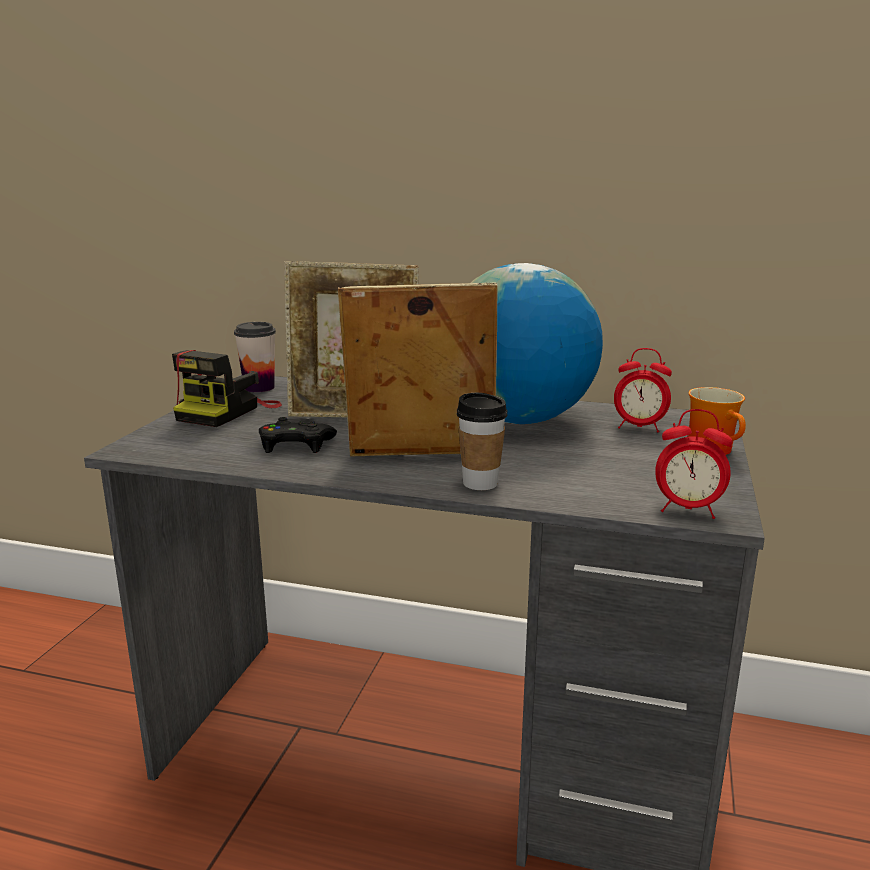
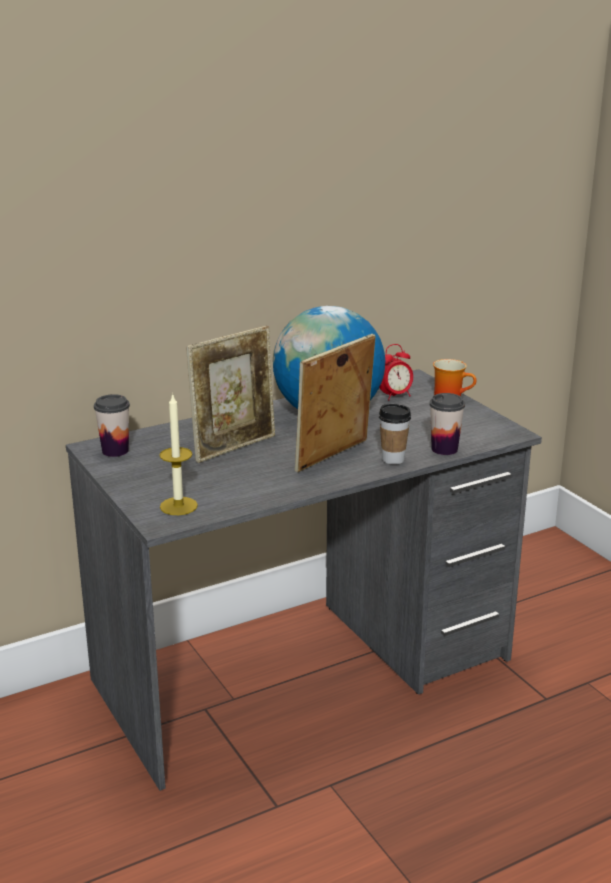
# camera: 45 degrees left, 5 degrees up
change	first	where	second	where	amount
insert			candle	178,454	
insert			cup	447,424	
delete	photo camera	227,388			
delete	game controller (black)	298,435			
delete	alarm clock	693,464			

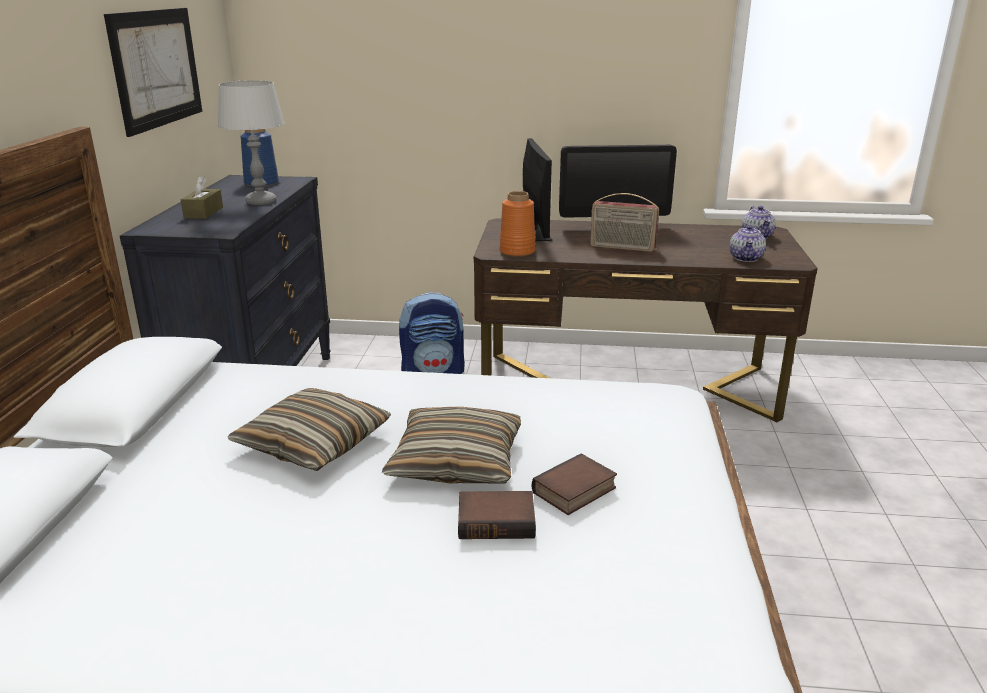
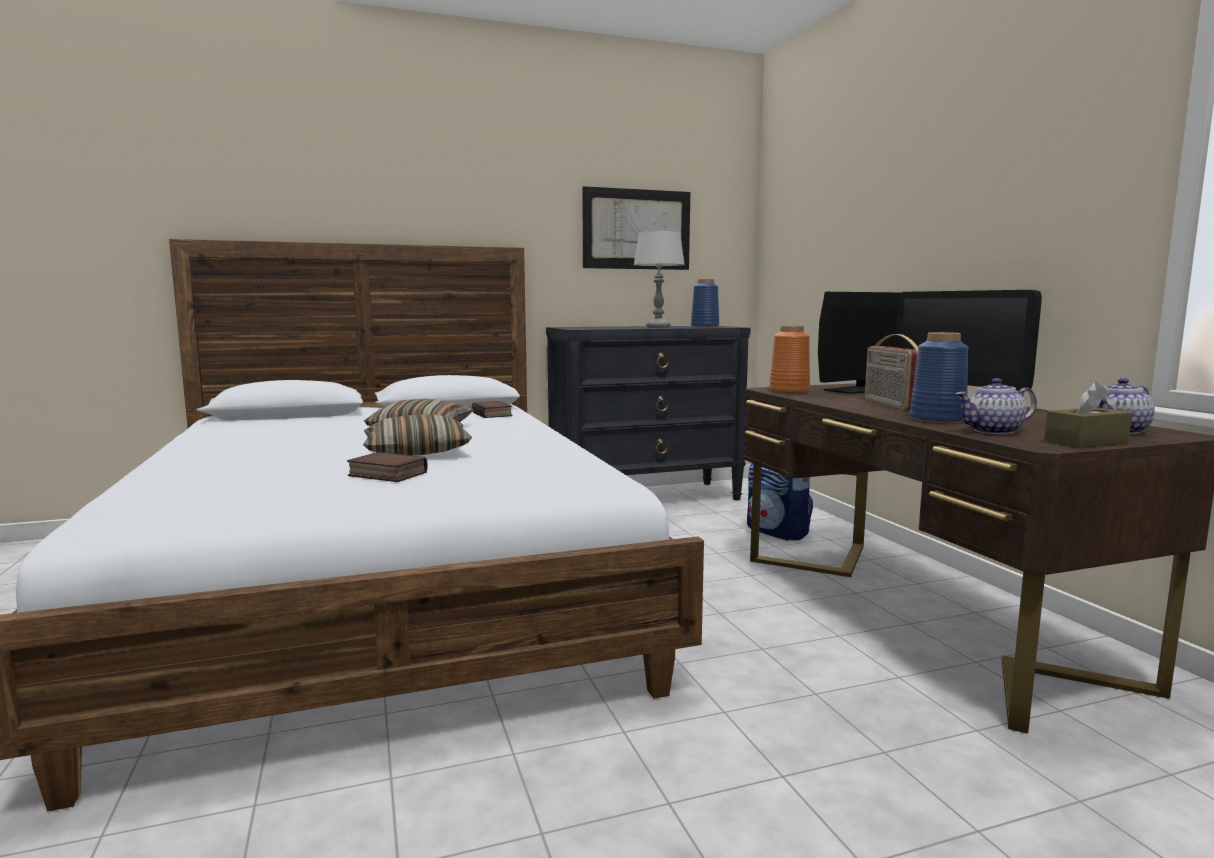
# camera: 65 degrees right, 15 degrees down
change	first	where	second	where	amount
move	book	497,515		492,409	
insert			vase (blue)	938,377	
move	tissue box (brown)	202,197		1088,415	

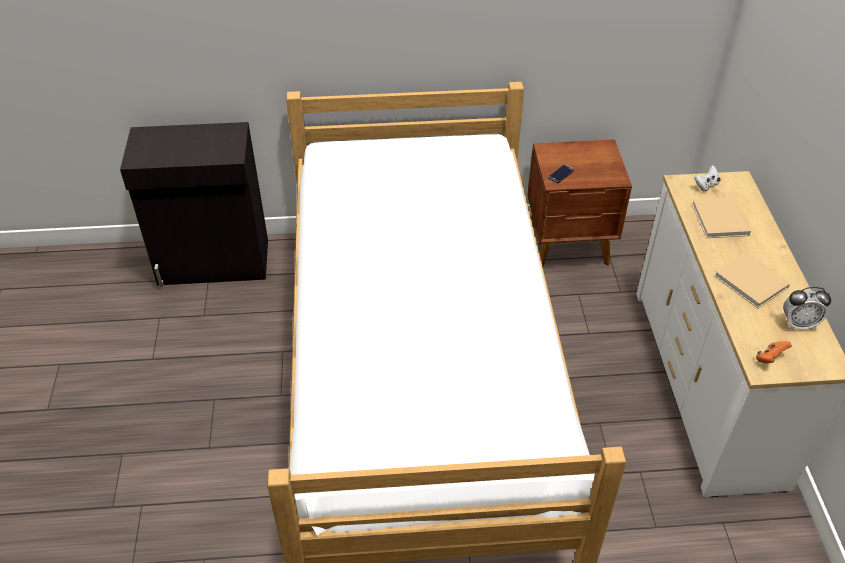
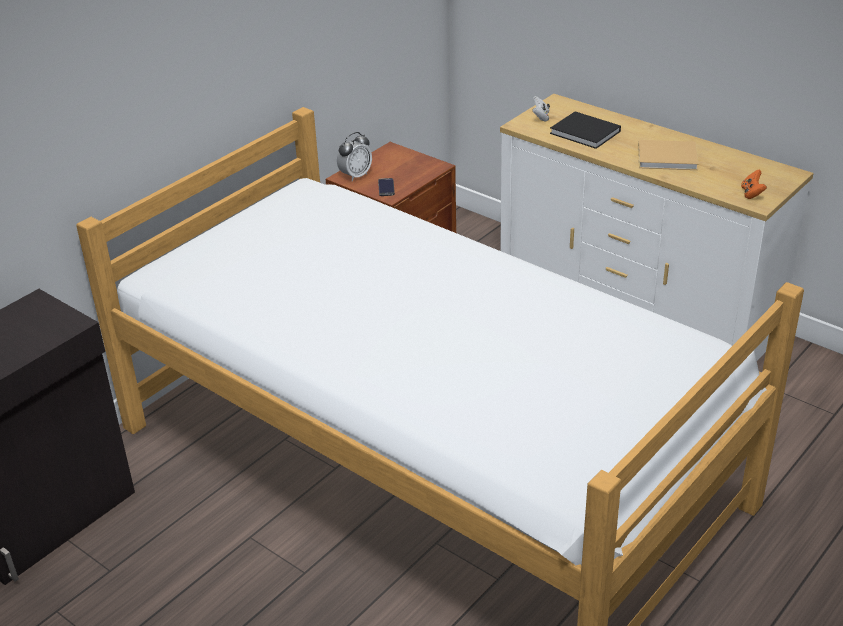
# camera: 45 degrees left, 10 degrees down
change	first	where	second	where	amount
move	alarm clock	807,308		354,156	
recolor	book (beige)	721,217	book (black)	585,130	

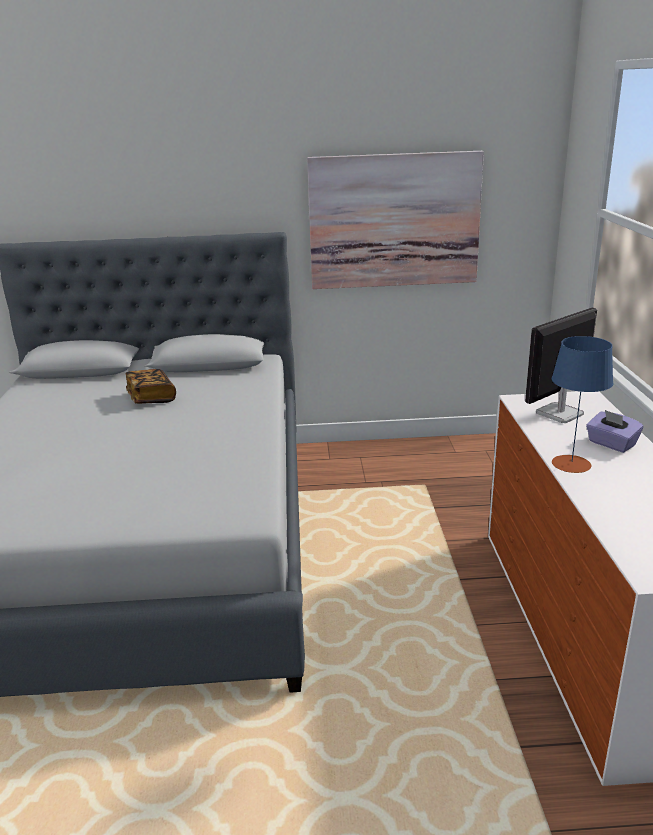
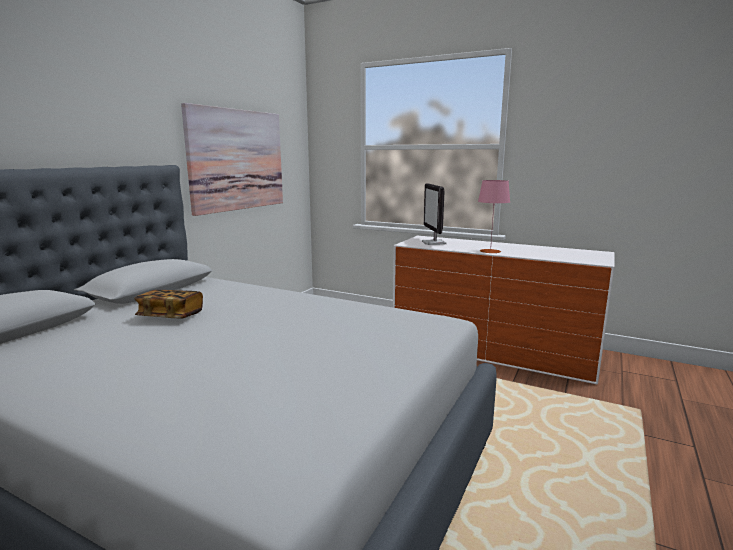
# camera: 60 degrees left, 10 degrees down
change	first	where	second	where	amount
recolor	table lamp (blue)	582,404	table lamp (pink)	494,216	
delete	tissue box (purple)	614,431			

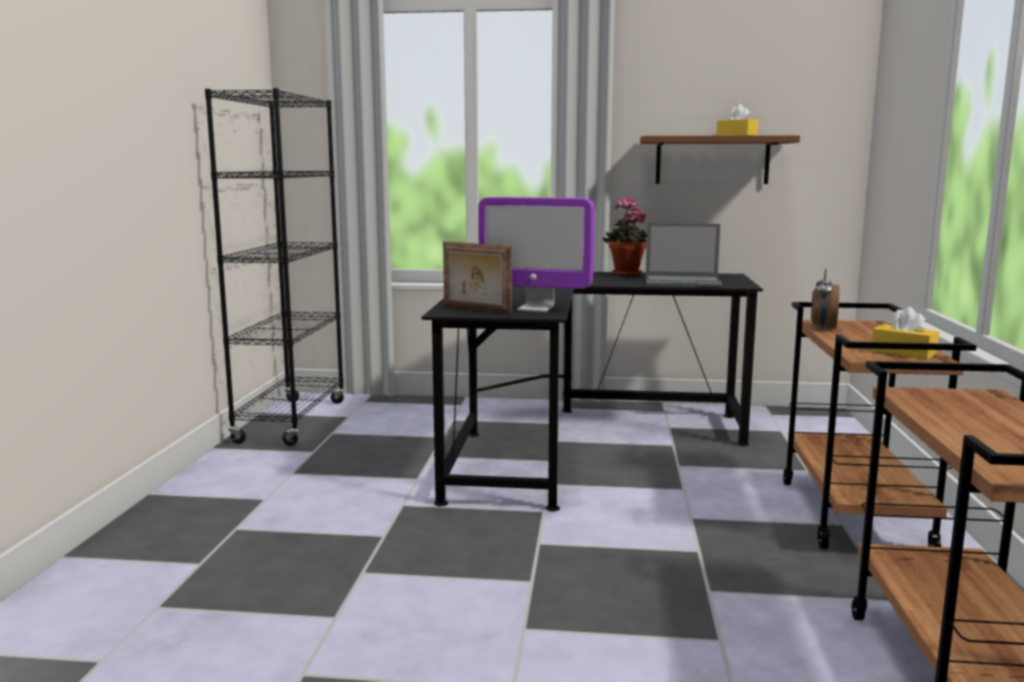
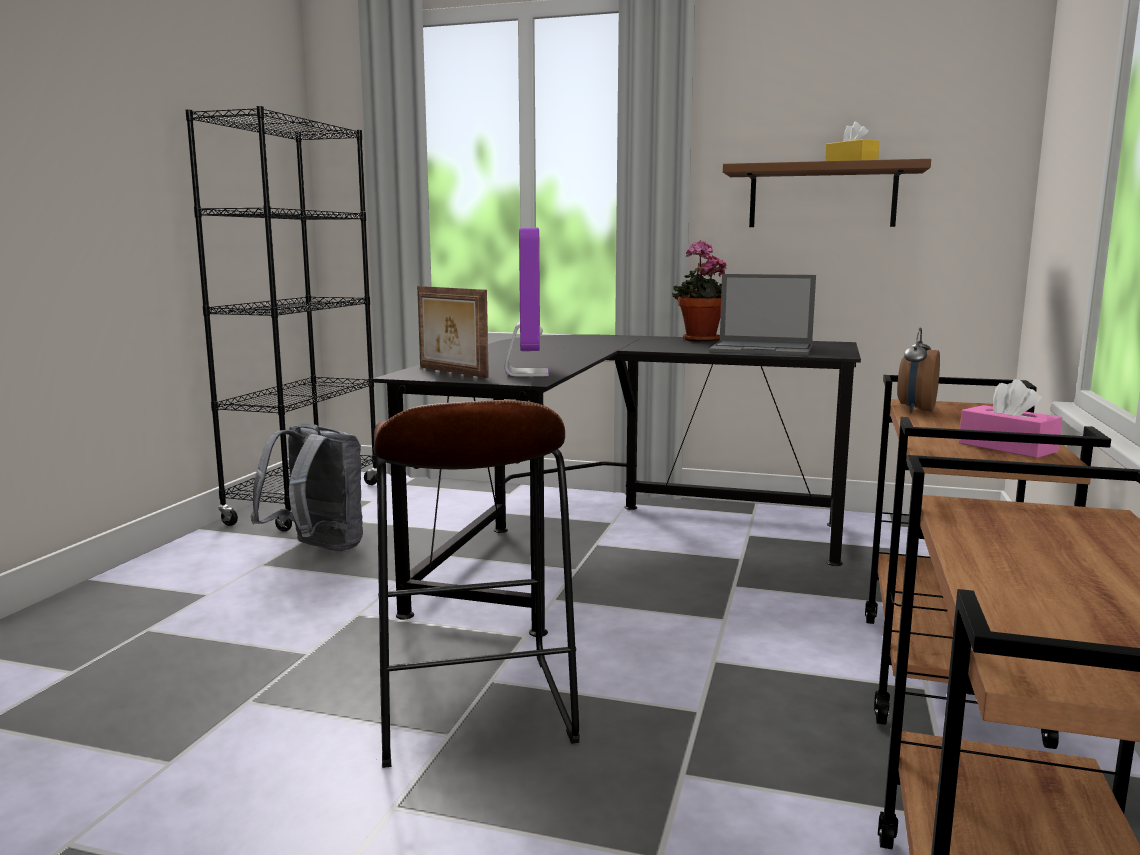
# camera: 10 degrees right, 0 degrees up
change	first	where	second	where	amount
insert			backpack (grey)	307,487	
insert			stool (brown)	477,584	
rotate	monitor	536,254		527,302	120 degrees counterclockwise
recolor	tissue box (yellow)	905,333	tissue box (pink)	1010,418	

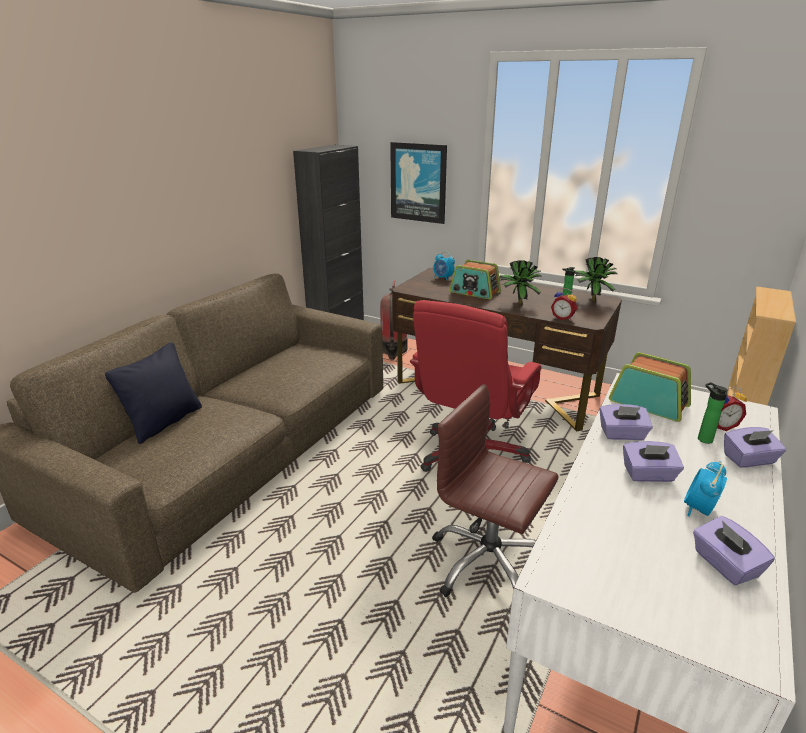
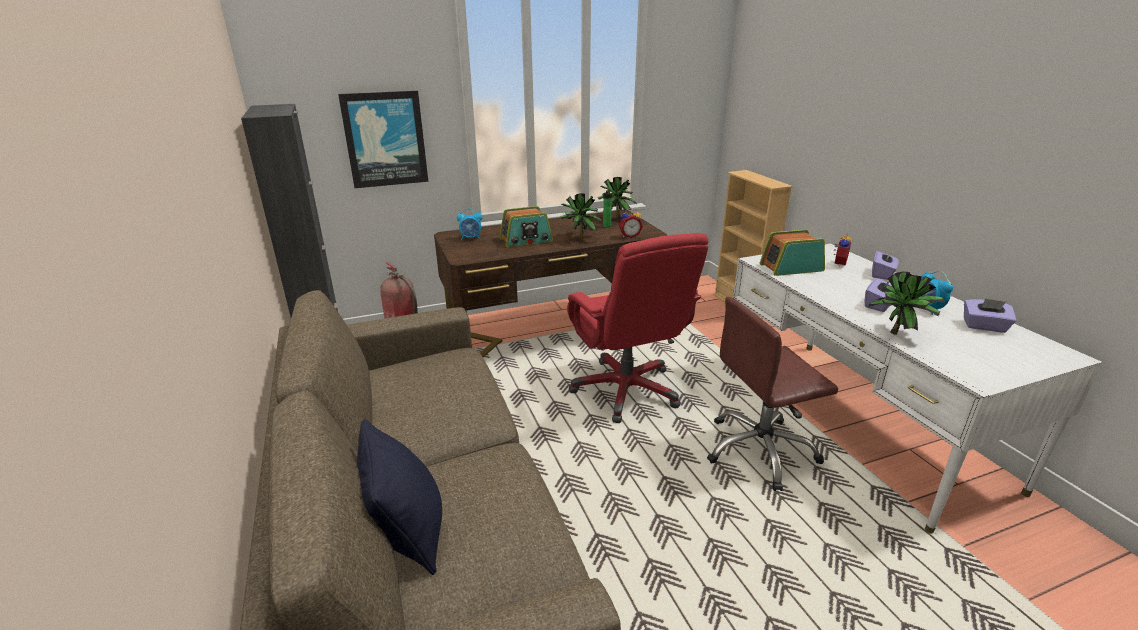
# camera: 50 degrees left, 0 degrees up
change	first	where	second	where	amount
insert			potted plant	906,303	
delete	tissue box (purple)	626,422			
delete	bottle	713,413			

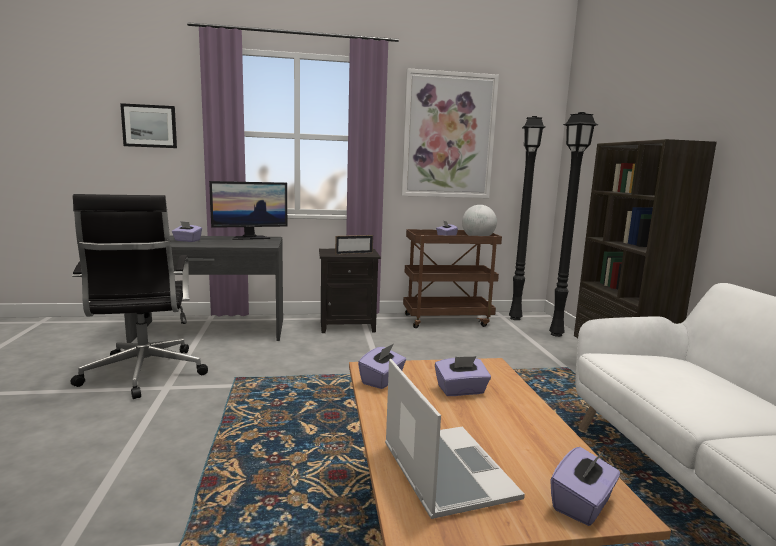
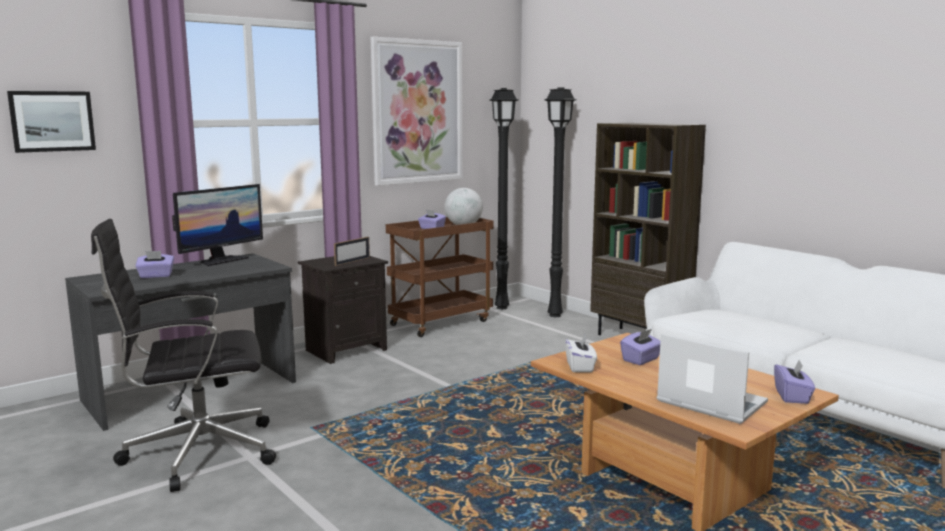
# camera: 30 degrees left, 0 degrees up
change	first	where	second	where	amount
rotate	office chair (black)	139,296		183,355	120 degrees clockwise
recolor	tissue box (purple)	382,366	tissue box (white)	581,353	

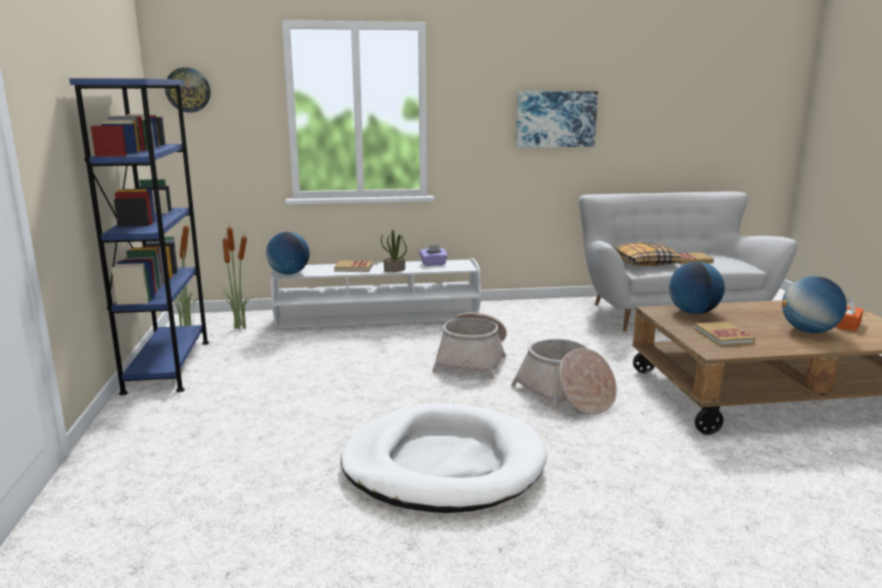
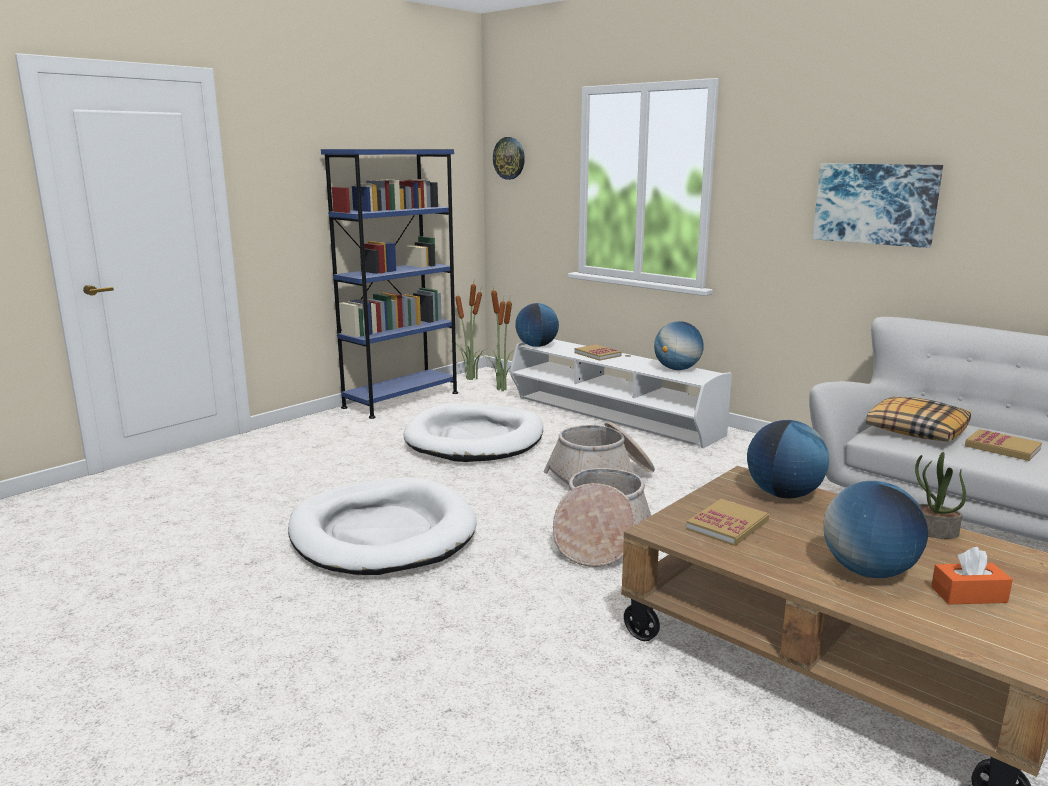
# camera: 50 degrees right, 0 degrees up
change	first	where	second	where	amount
insert			dog bed (white)	473,432	
replace	tissue box (purple)	434,255	globe	679,345	
move	potted plant	394,251		940,495	

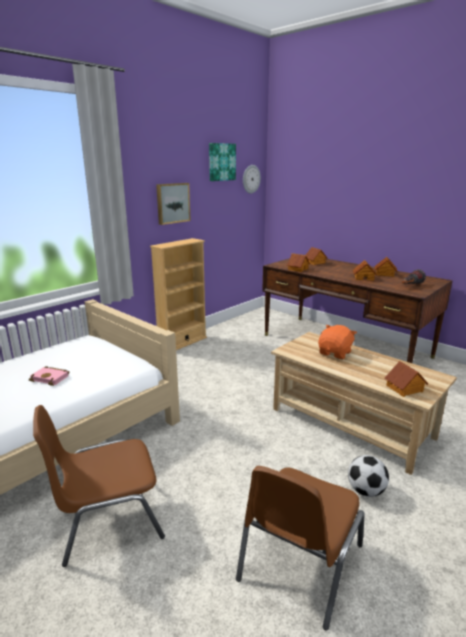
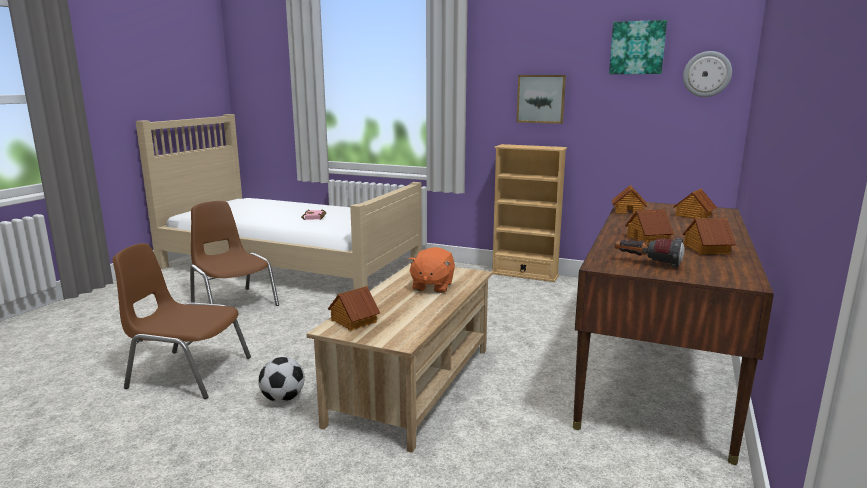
# camera: 70 degrees right, 5 degrees down
change	first	where	second	where	amount
rotate	plush toy (orange)	337,342		431,270	90 degrees clockwise

